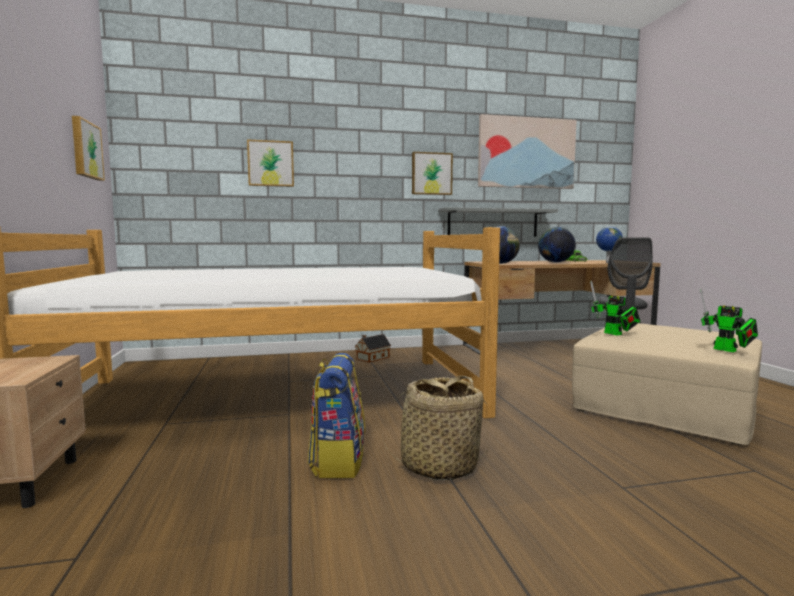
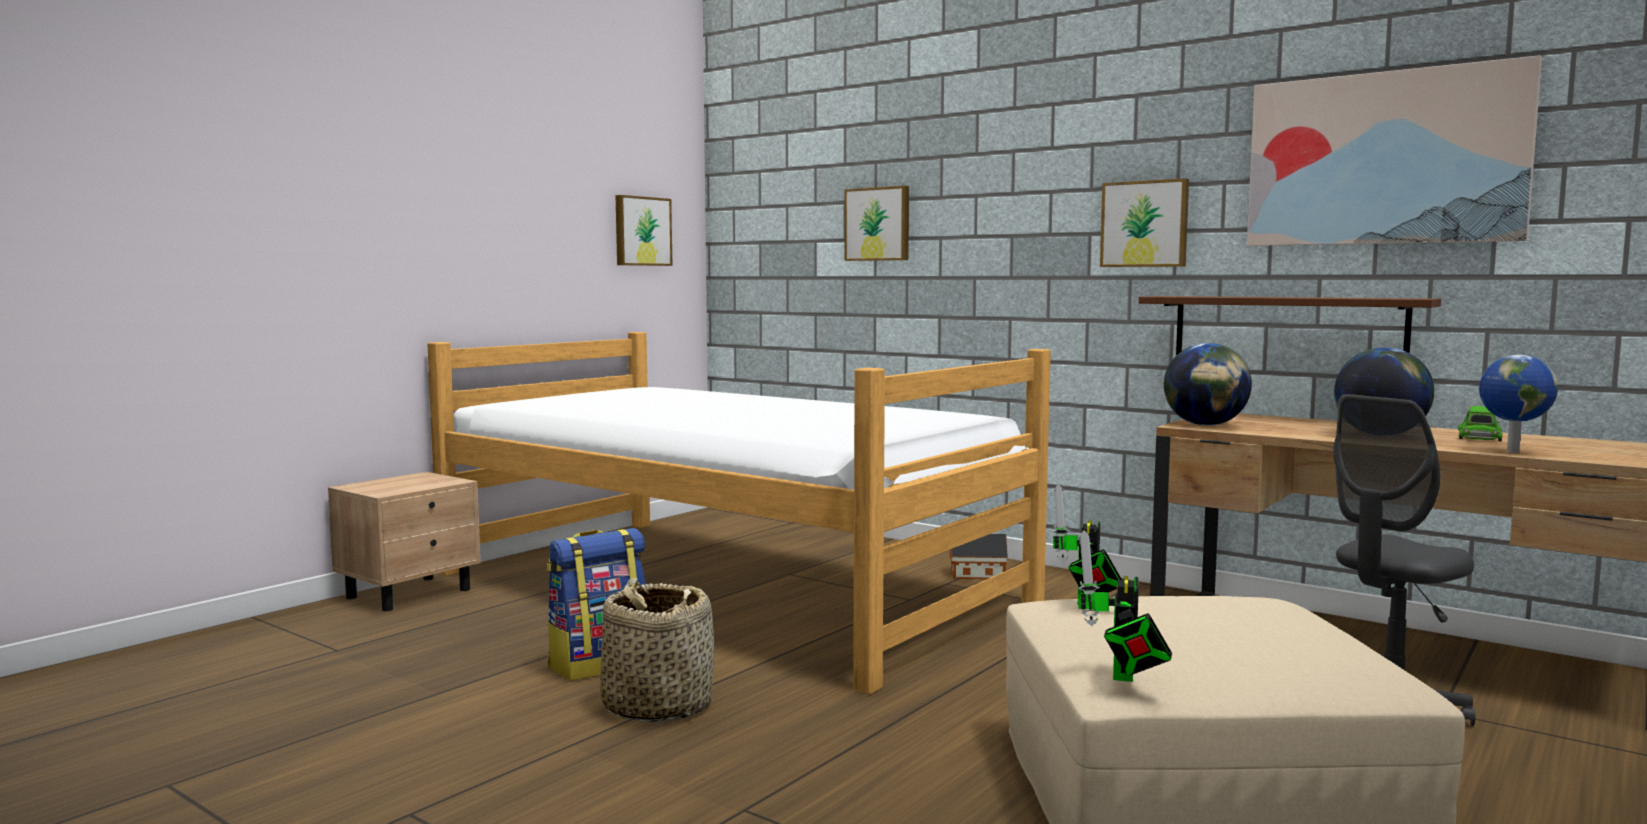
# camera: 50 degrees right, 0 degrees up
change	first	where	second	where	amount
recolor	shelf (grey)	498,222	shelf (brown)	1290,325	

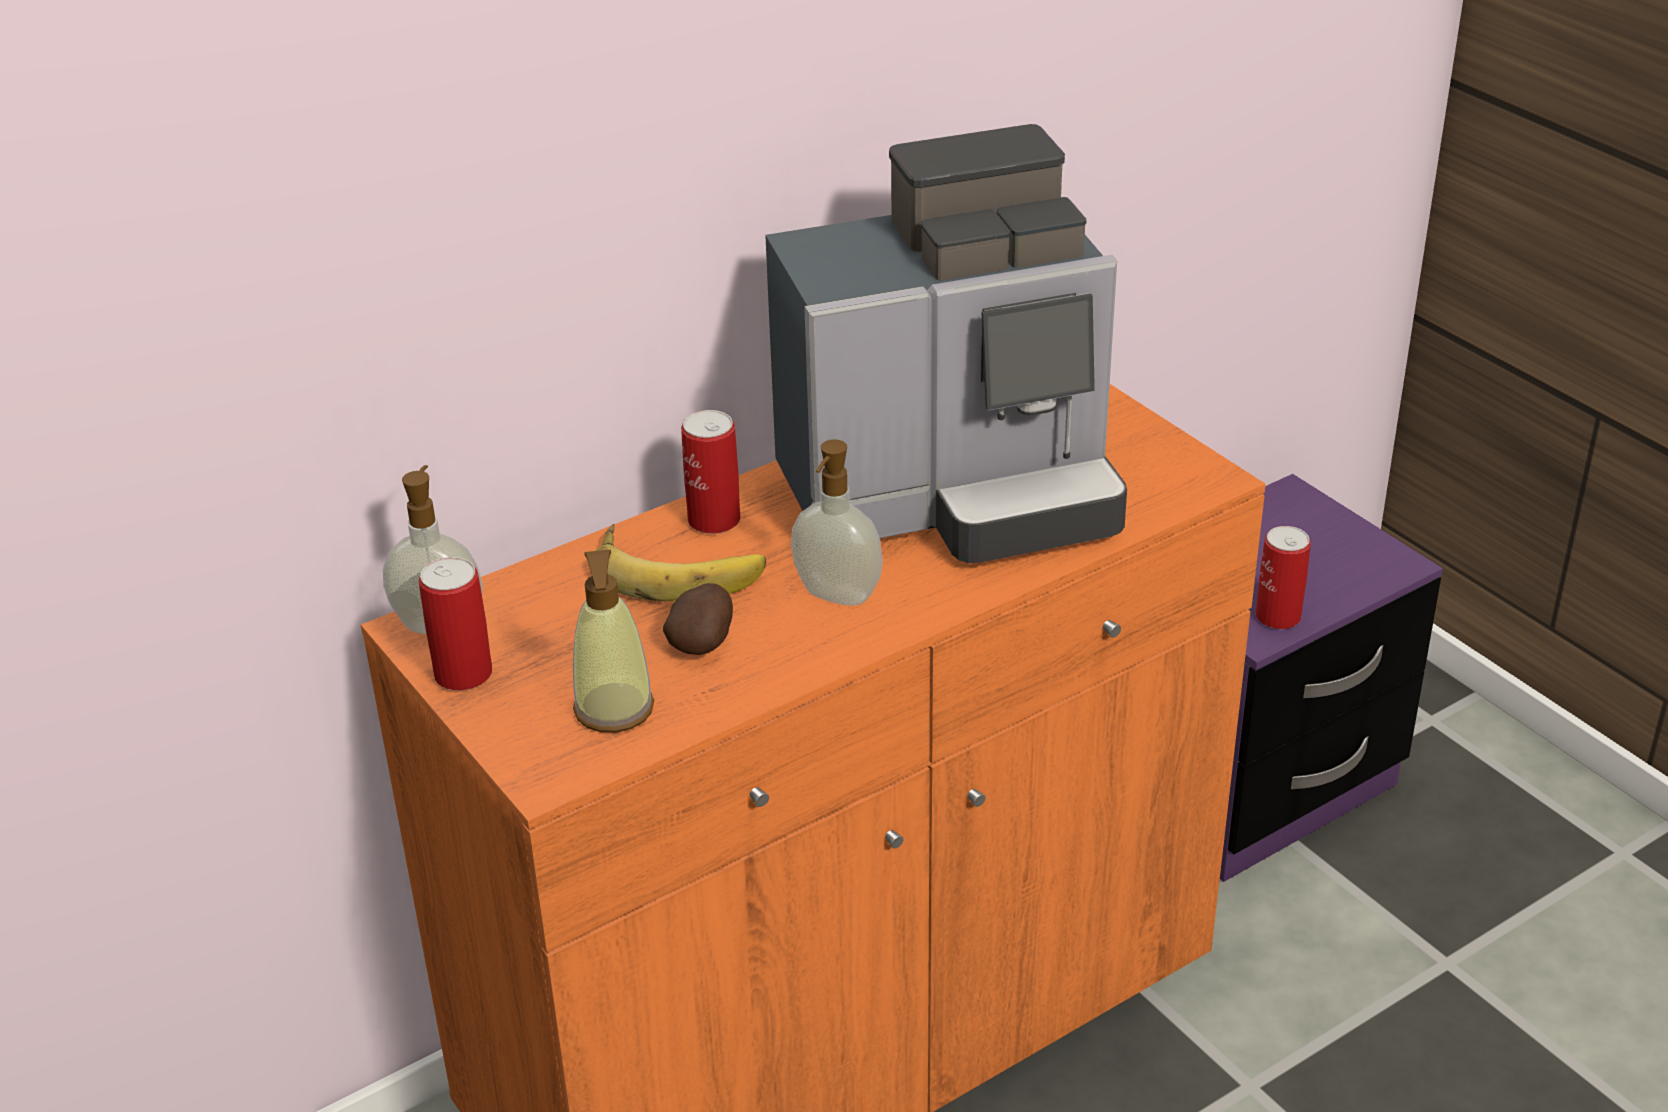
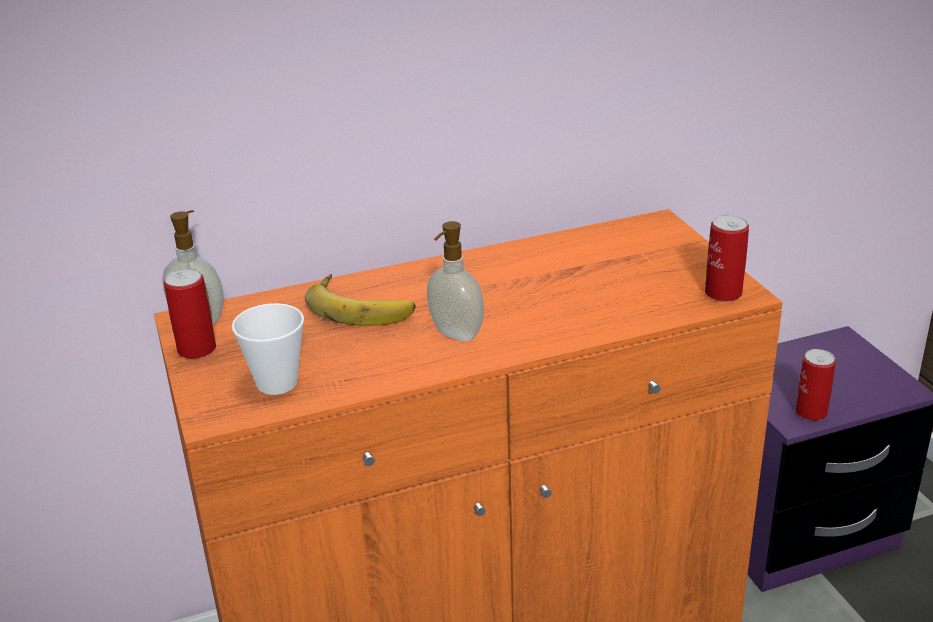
# camera: 15 degrees right, 5 degrees down
change	first	where	second	where	amount
replace	soap dispenser	613,641	cup	268,349	
move	can	710,472		727,258	
delete	potato	698,619			
delete	coffee machine	946,343			

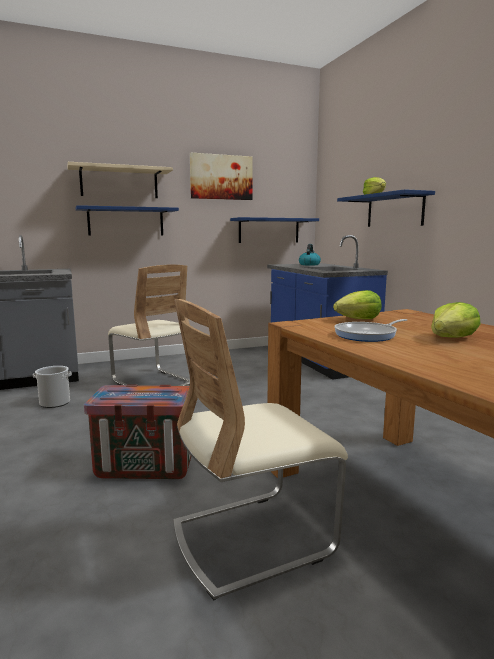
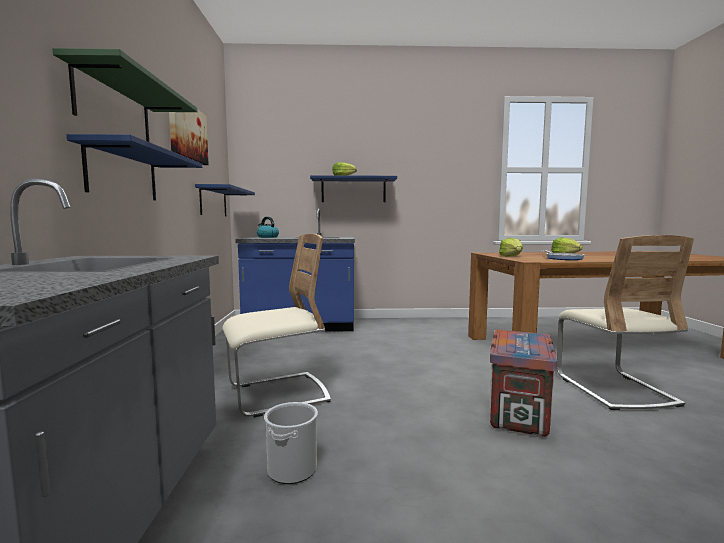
# camera: 70 degrees left, 5 degrees down
change	first	where	second	where	amount
recolor	shelf (beige)	120,180	shelf (green)	125,95	

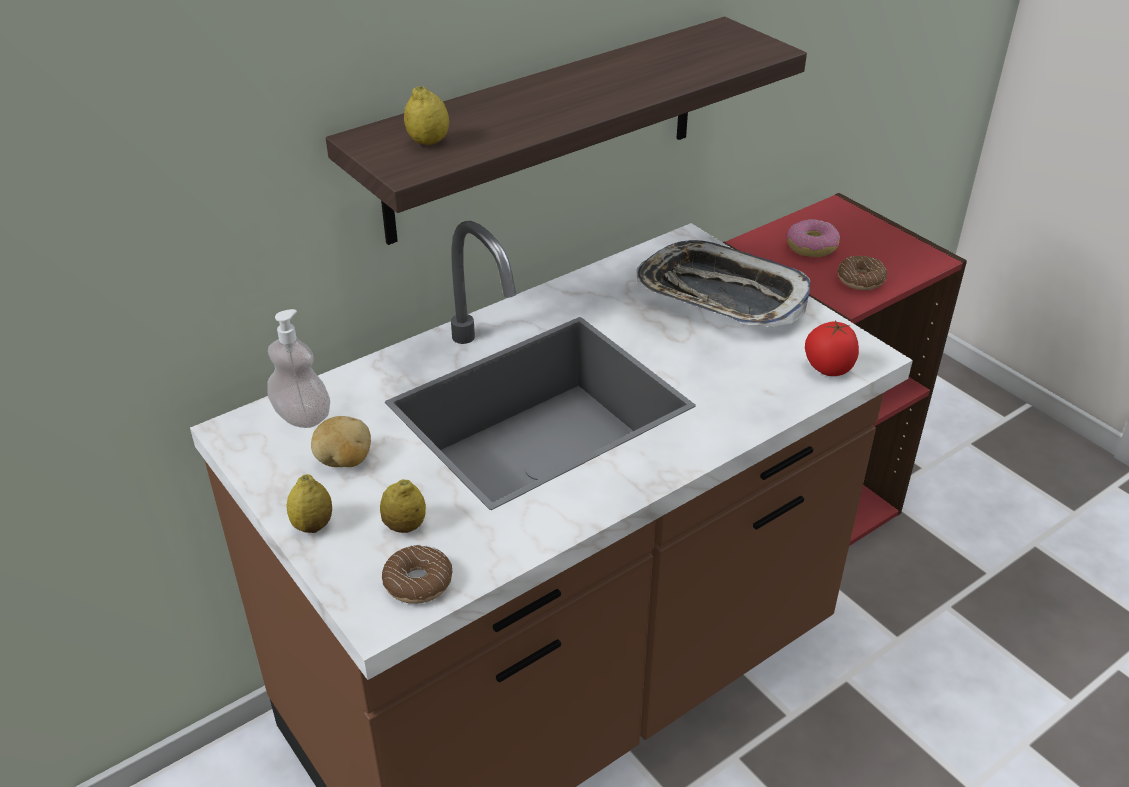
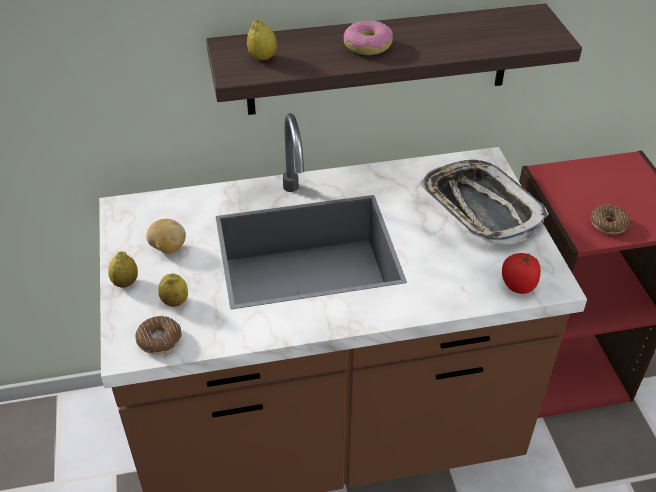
# camera: 25 degrees right, 5 degrees up
change	first	where	second	where	amount
move	donut	813,238		368,37	
delete	soap dispenser	298,368			

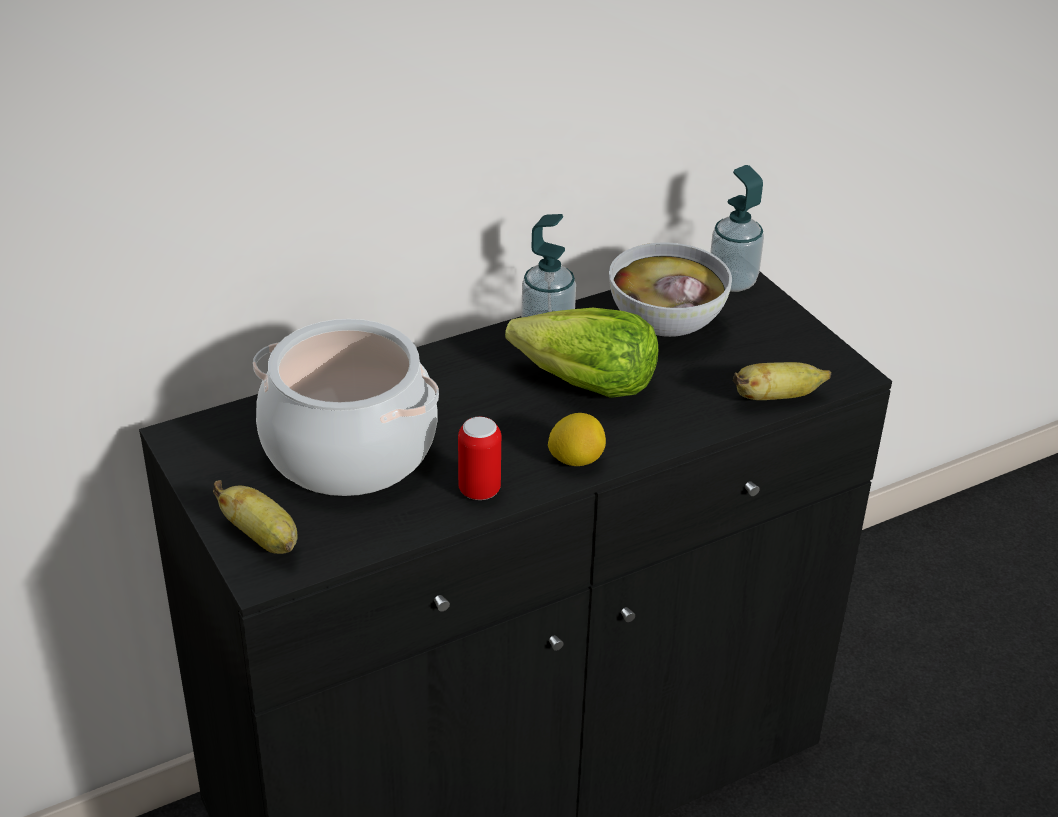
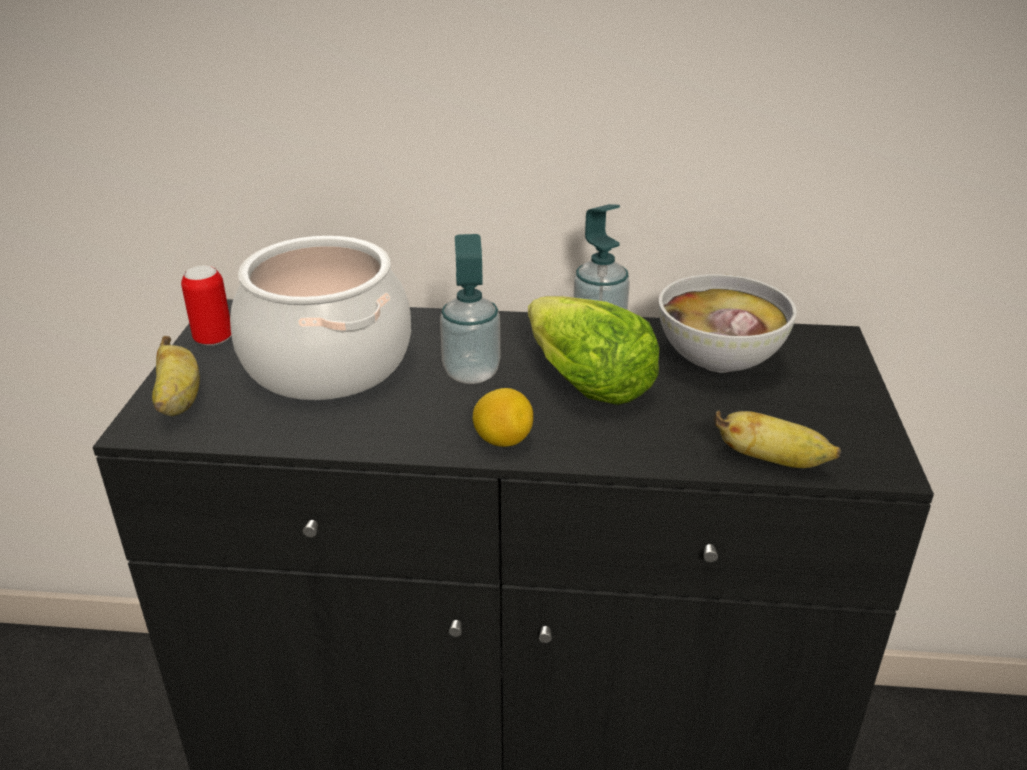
# camera: 35 degrees right, 5 degrees down
change	first	where	second	where	amount
move	can	479,458		206,306	
move	soap dispenser	737,228		470,309	

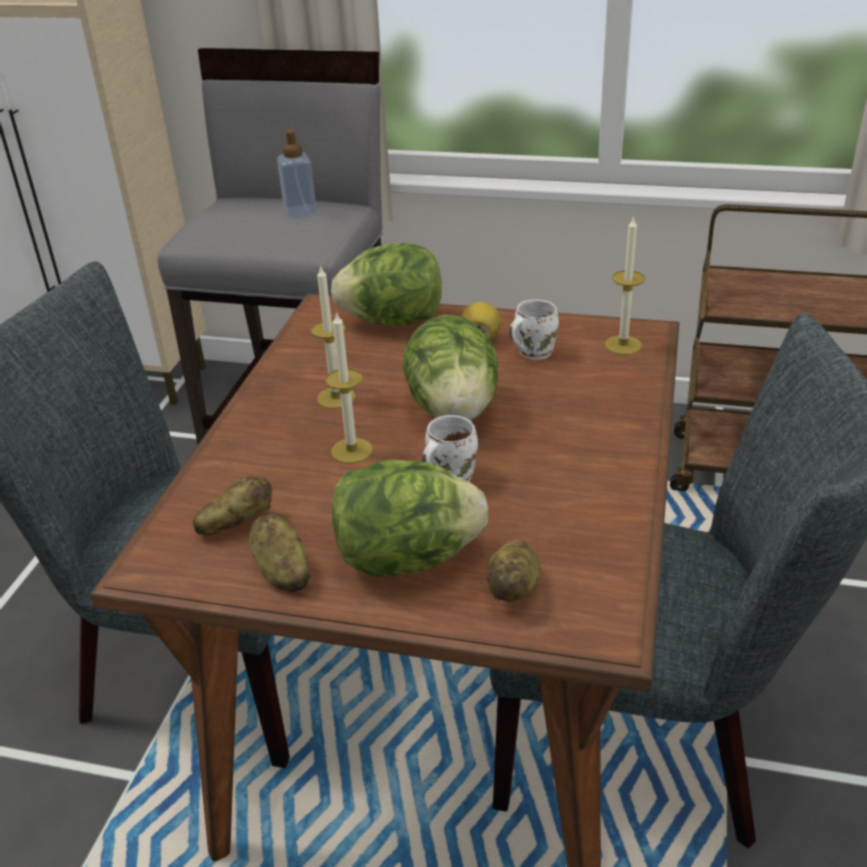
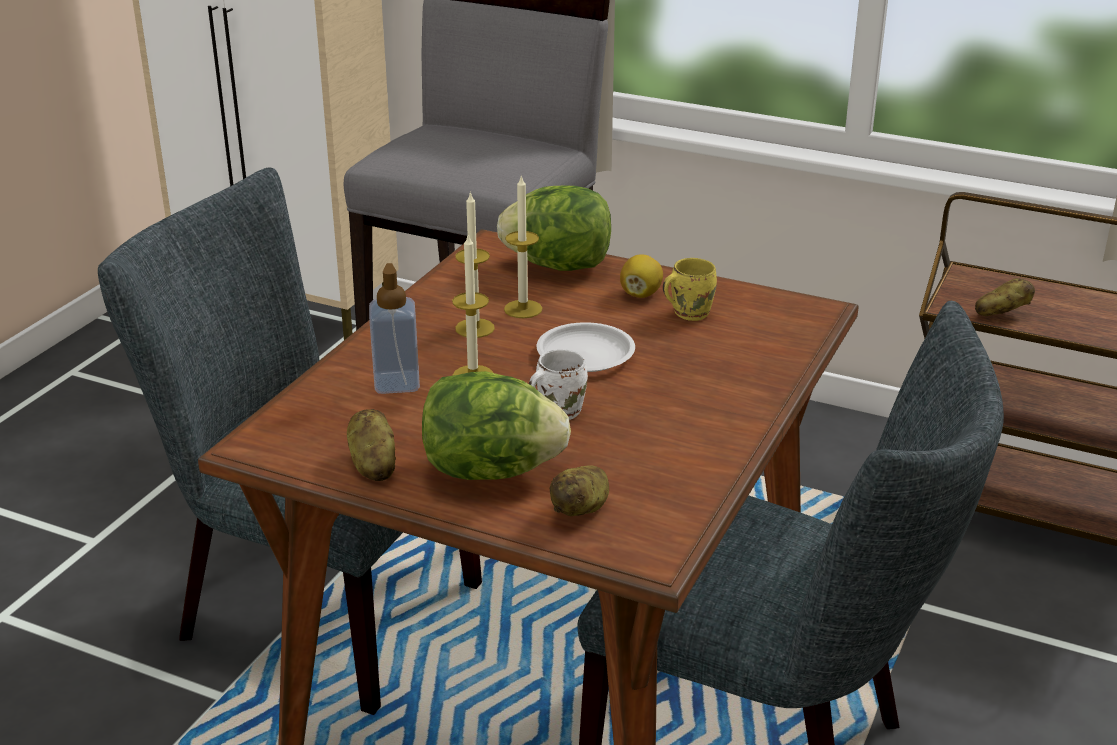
# camera: 10 degrees right, 5 degrees down
change	first	where	second	where	amount
move	soap dispenser	297,173		394,328	
move	candle	625,285		523,246	
replace	lettuce	450,368	plate (white)	586,347	
recolor	mug (white)	534,329	mug (yellow)	690,289	
move	potato	232,505		1005,297	

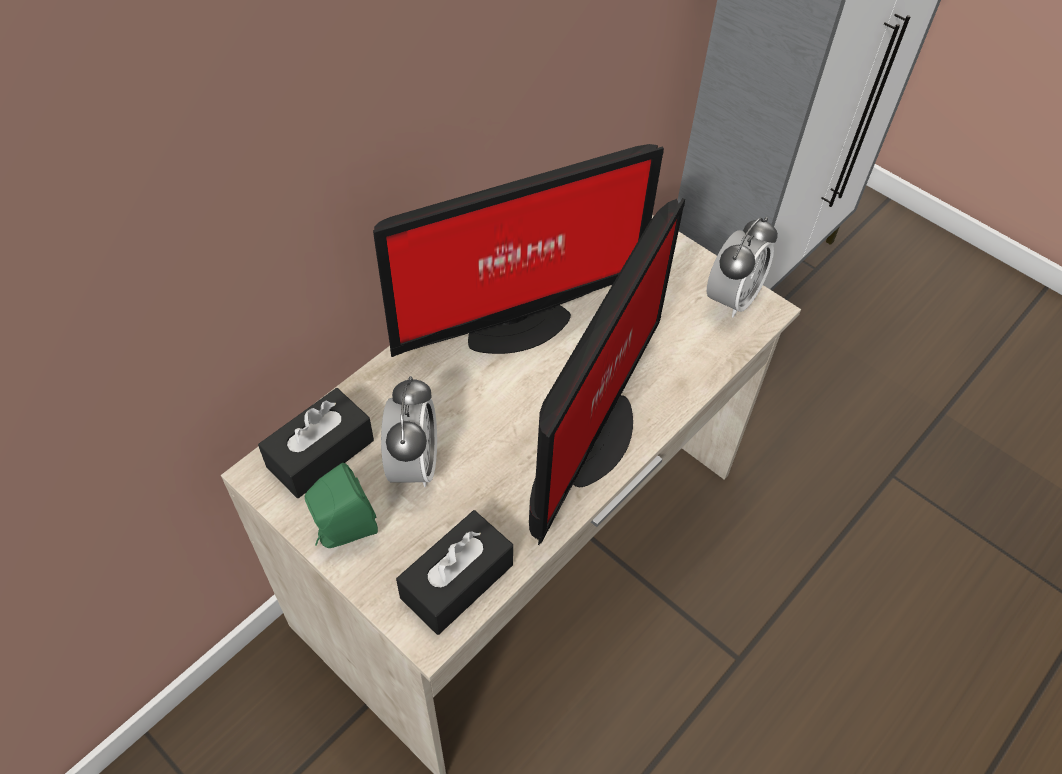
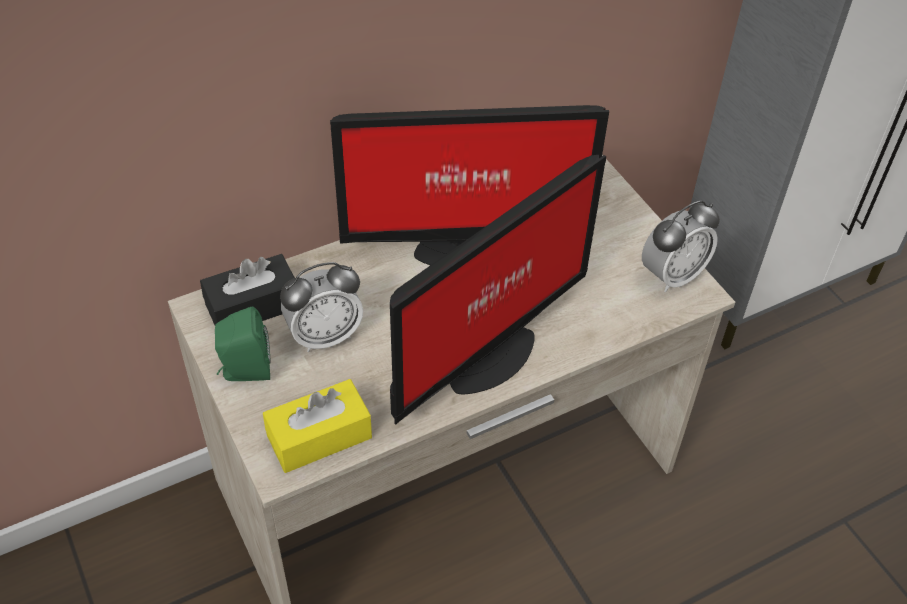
# camera: 20 degrees right, 5 degrees down
change	first	where	second	where	amount
recolor	tissue box (black)	454,572	tissue box (yellow)	317,426	
rotate	alarm clock	409,431		321,307	45 degrees clockwise

